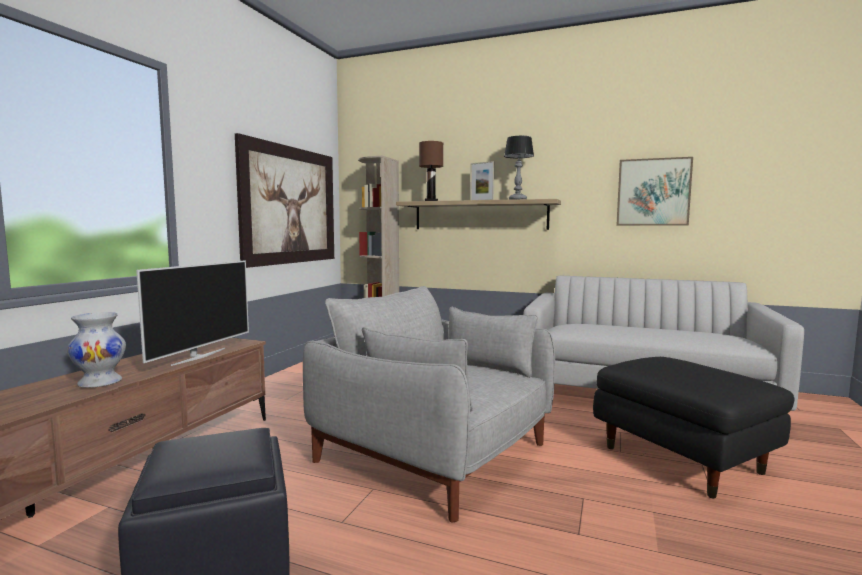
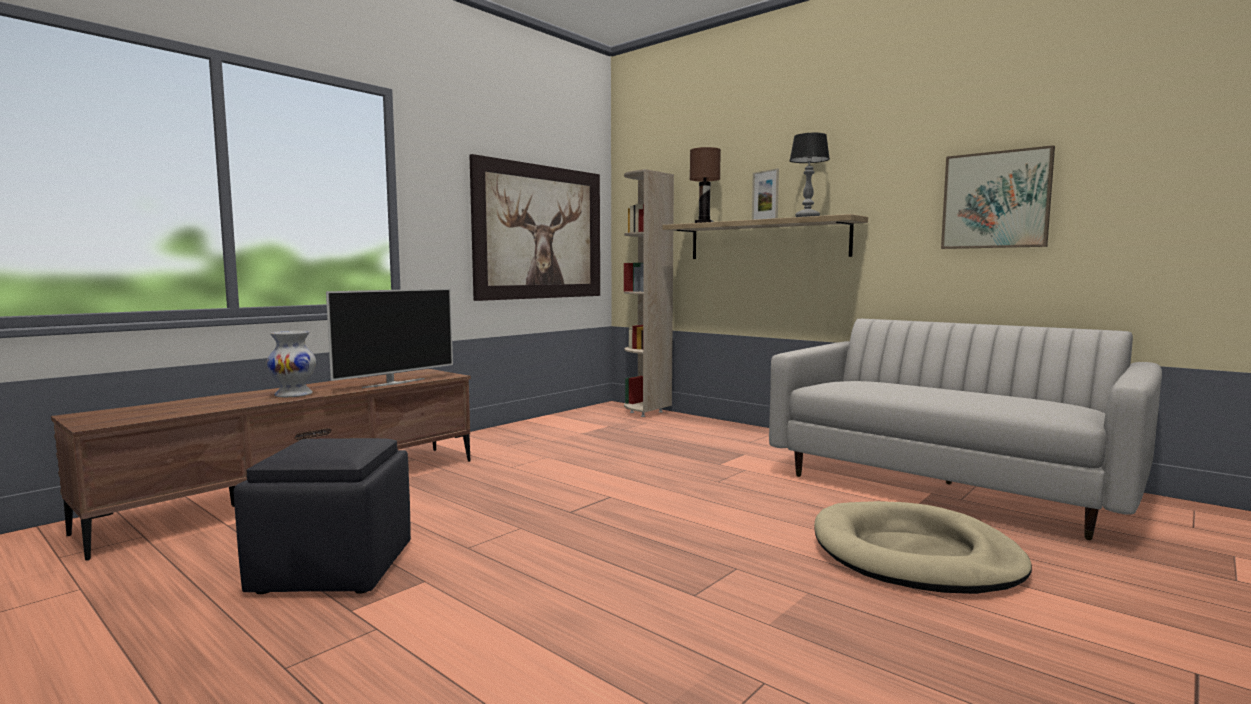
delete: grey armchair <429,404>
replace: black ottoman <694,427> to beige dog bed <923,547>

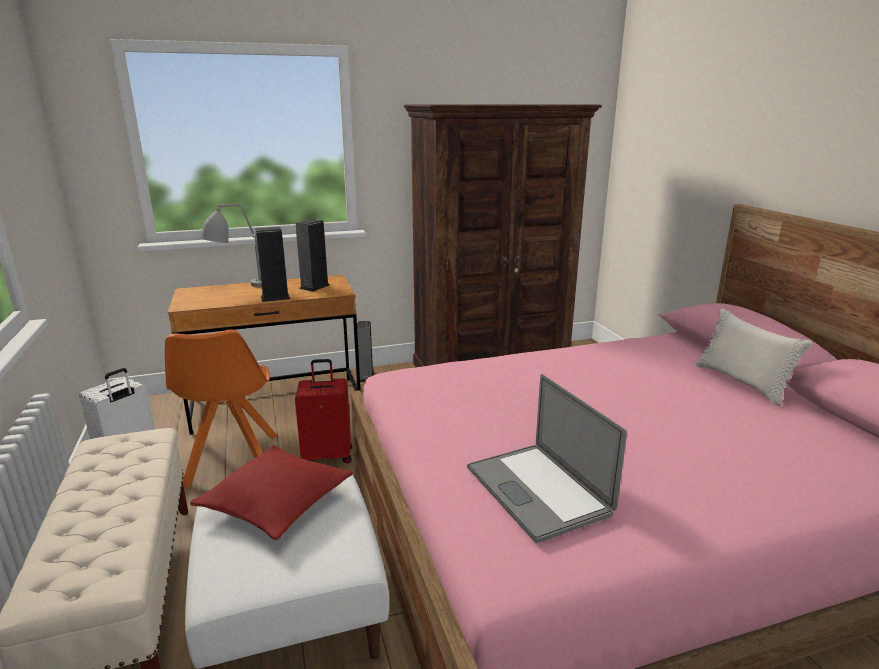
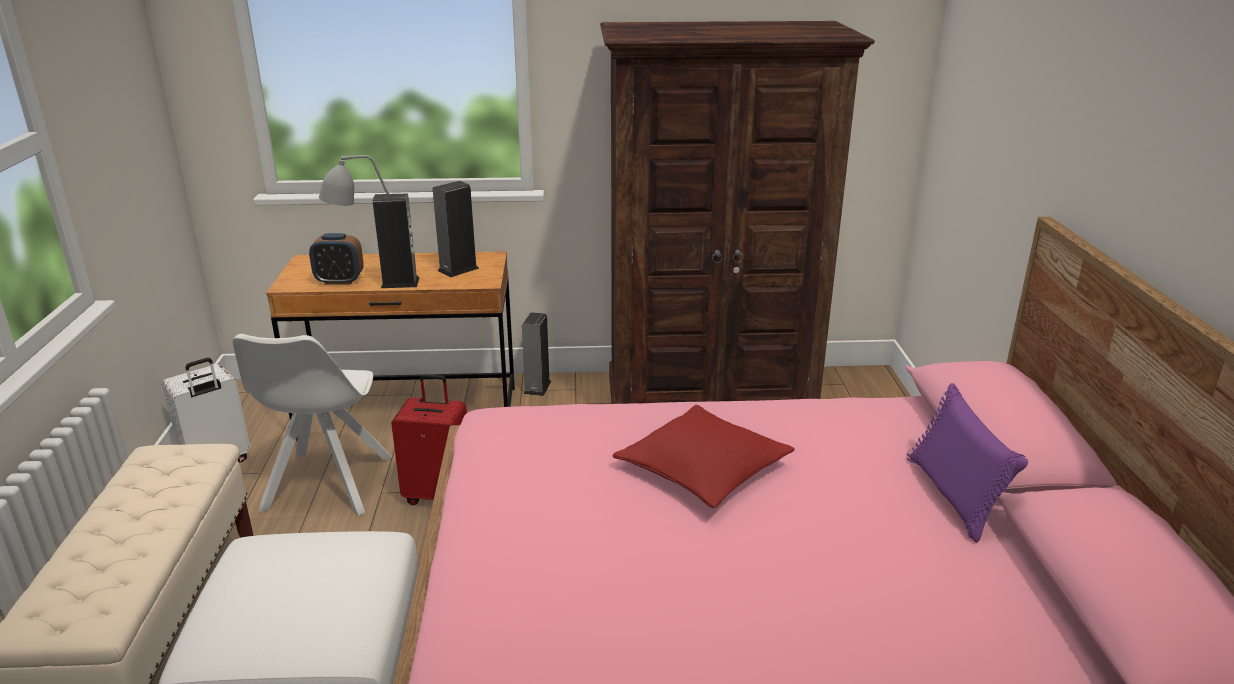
delete: laptop <547,458>
insert: alarm clock <336,259>
move: red pillow <271,492> to <704,456>
recolor: orange chair <221,409> to white chair <312,425>; white pillow <753,357> to purple pillow <967,463>

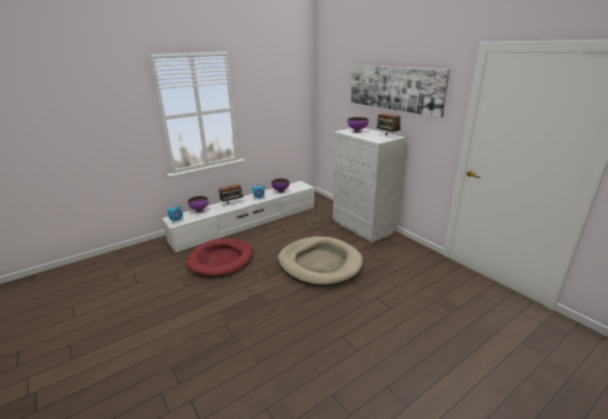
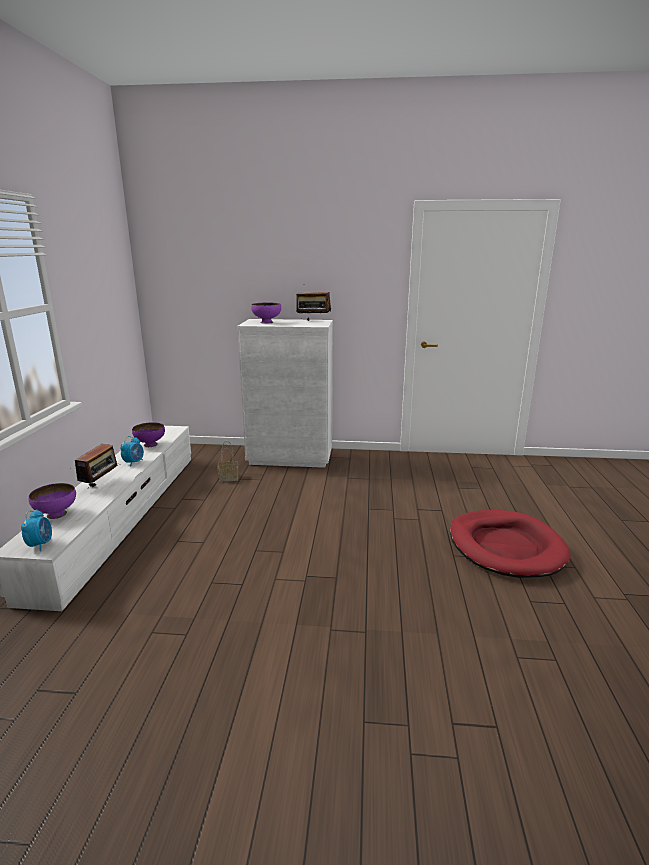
delete: beige dog bed <320,261>; picture <400,91>
move: red dog bed <220,257> to <510,544>

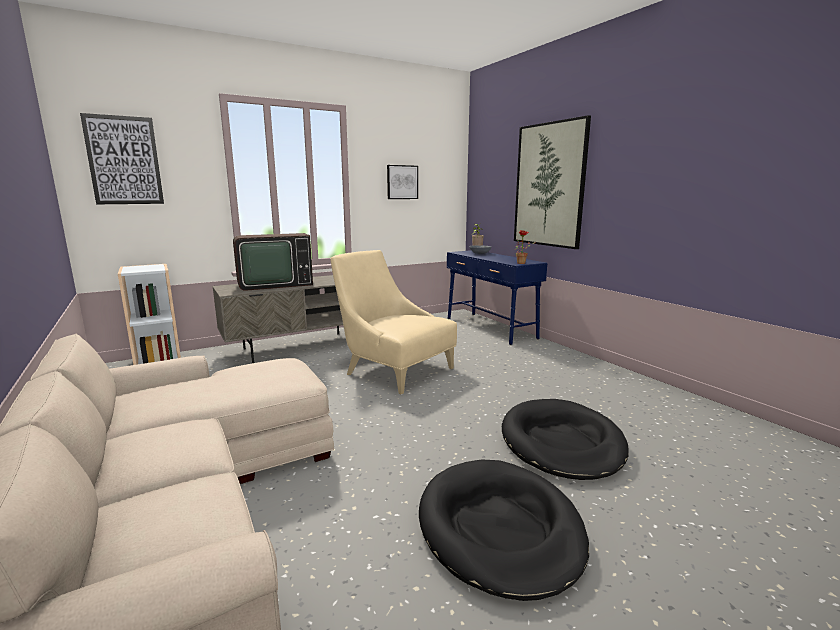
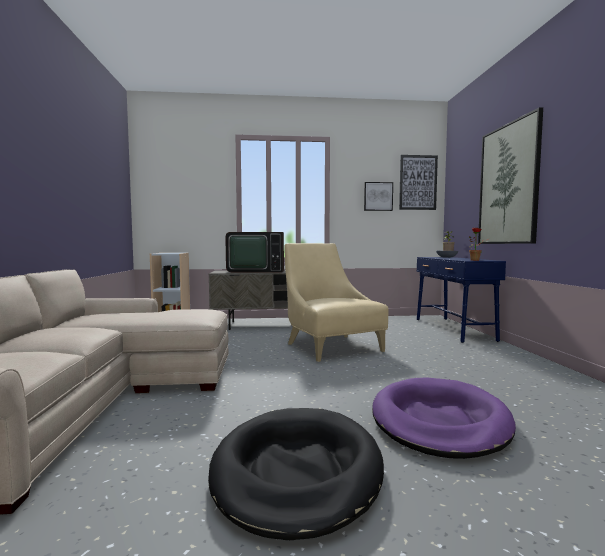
move: picture <122,158> to <418,182>
recolor: black dog bed <565,439> to purple dog bed <444,418>

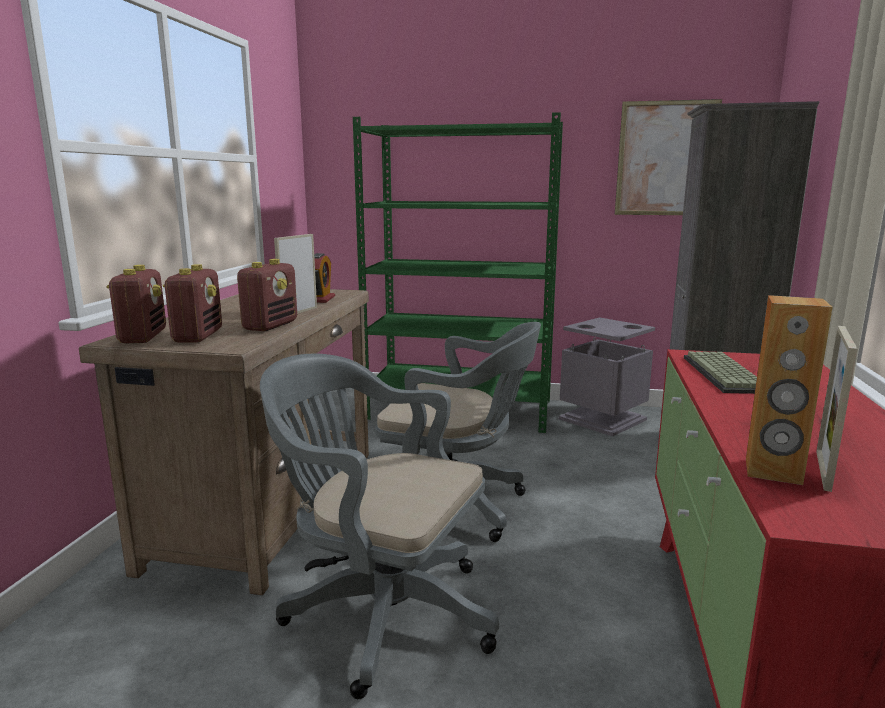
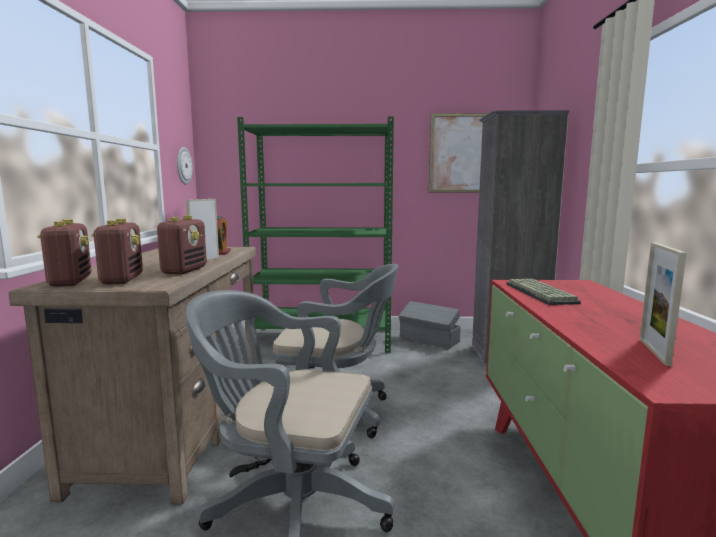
delete: brown speaker <789,390>
insert: wall clock <185,166>
replace: grey trash can <607,377> to grey storage box <430,325>

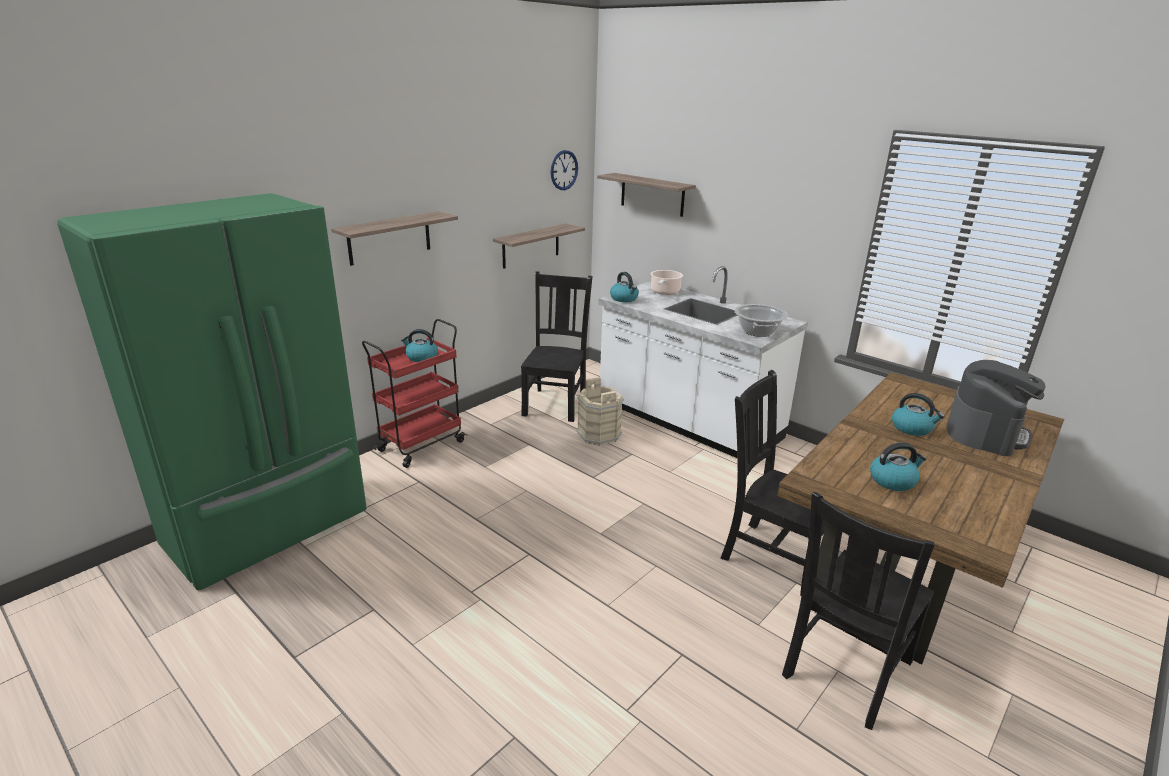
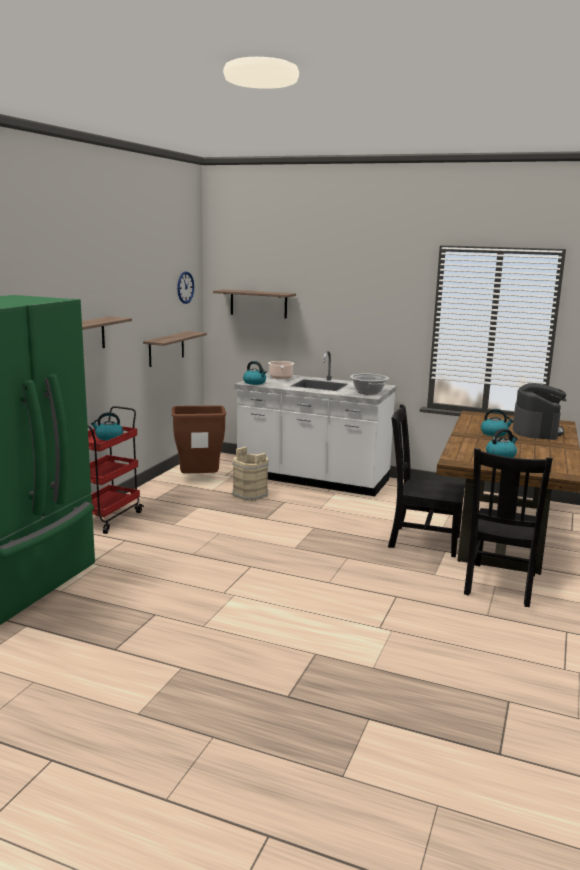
replace: black chair <557,346> to brown trash can <199,439>

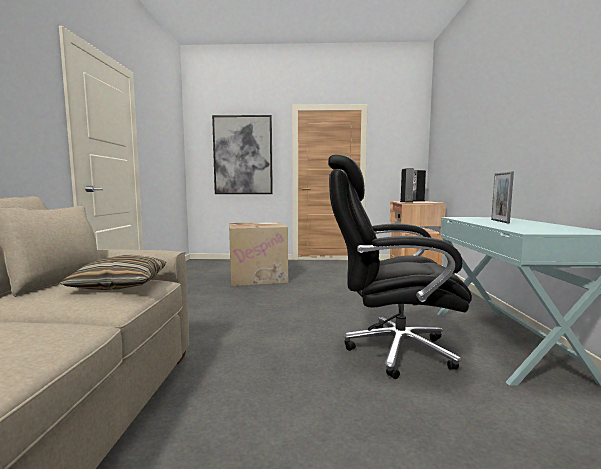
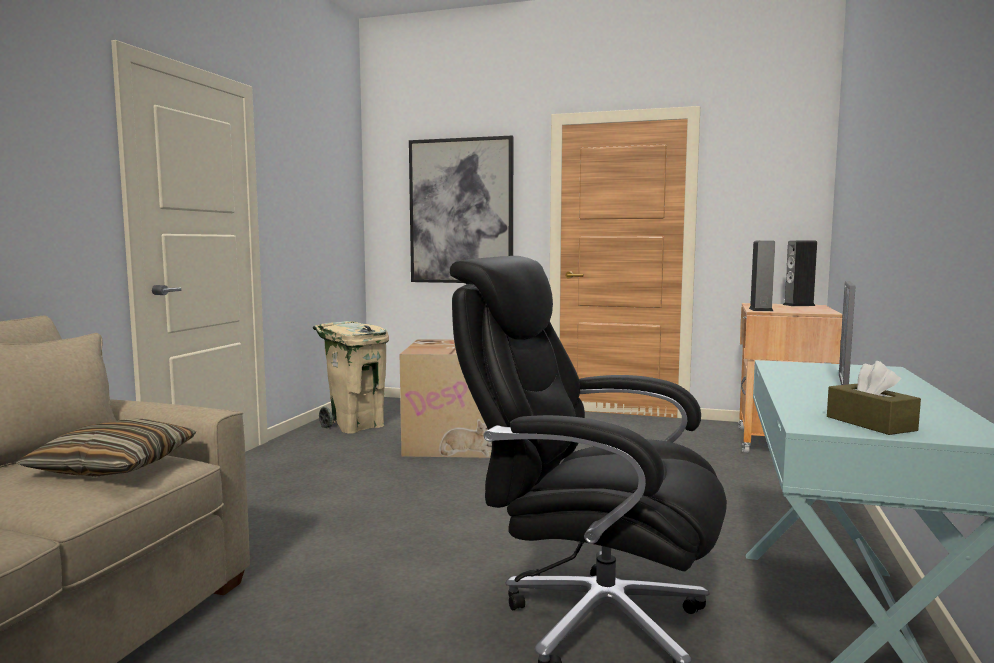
insert: beige trash can <351,377>; brown tissue box <874,398>

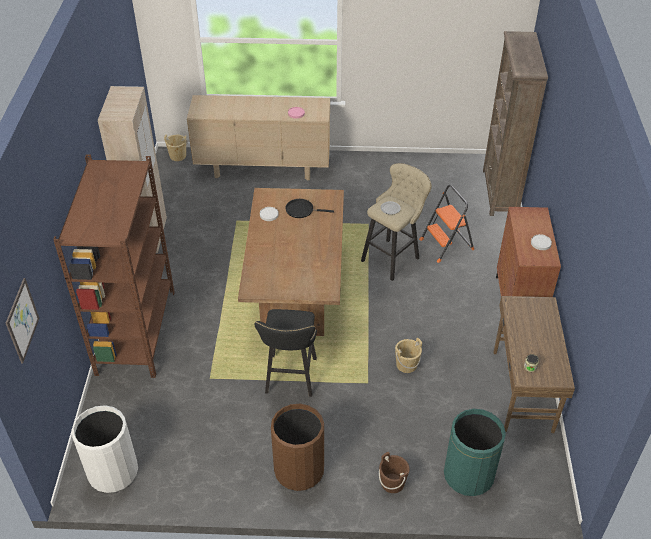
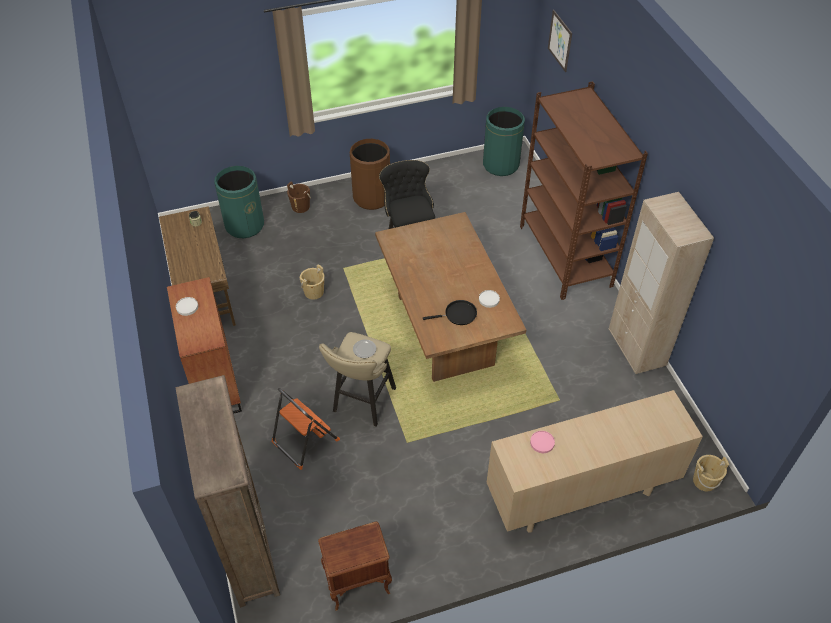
insert: brown nightstand <355,566>
recolor: white trash can <105,449> to green trash can <504,141>

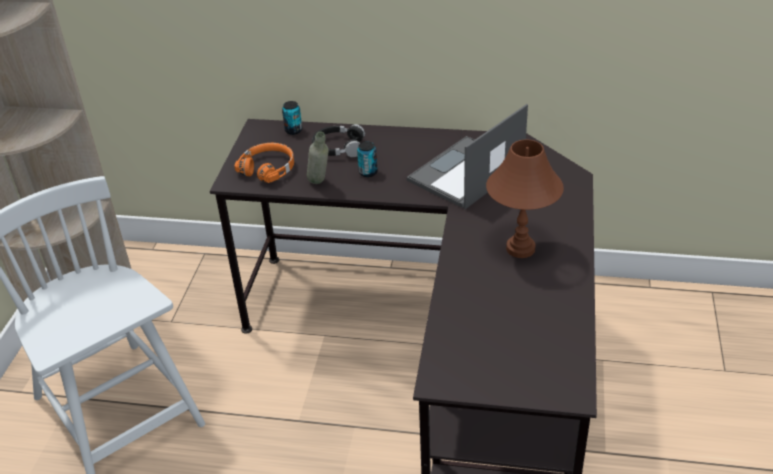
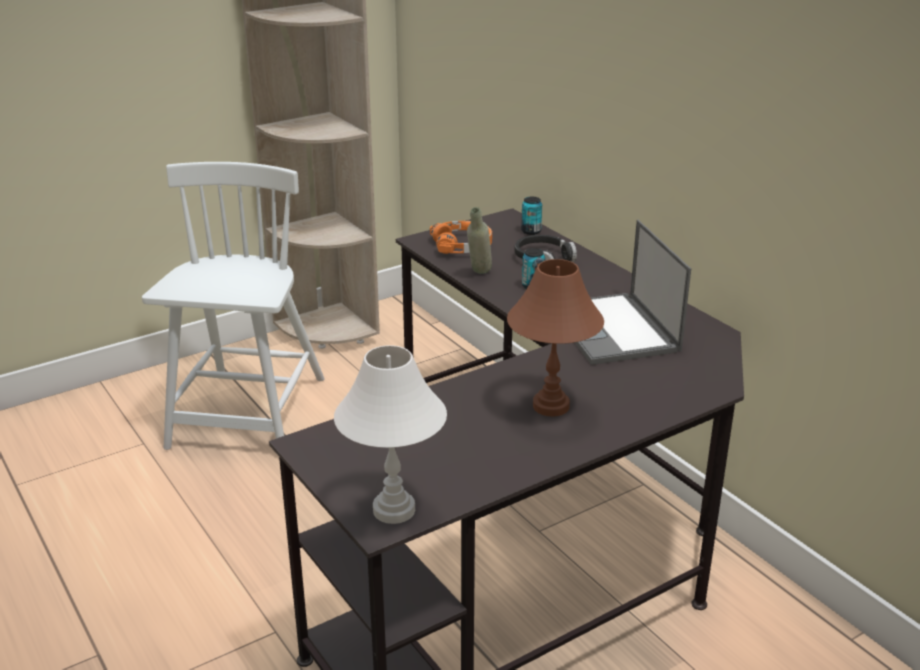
insert: white table lamp <390,434>
rotate: laptop <467,156> = <632,292> 105 degrees counterclockwise

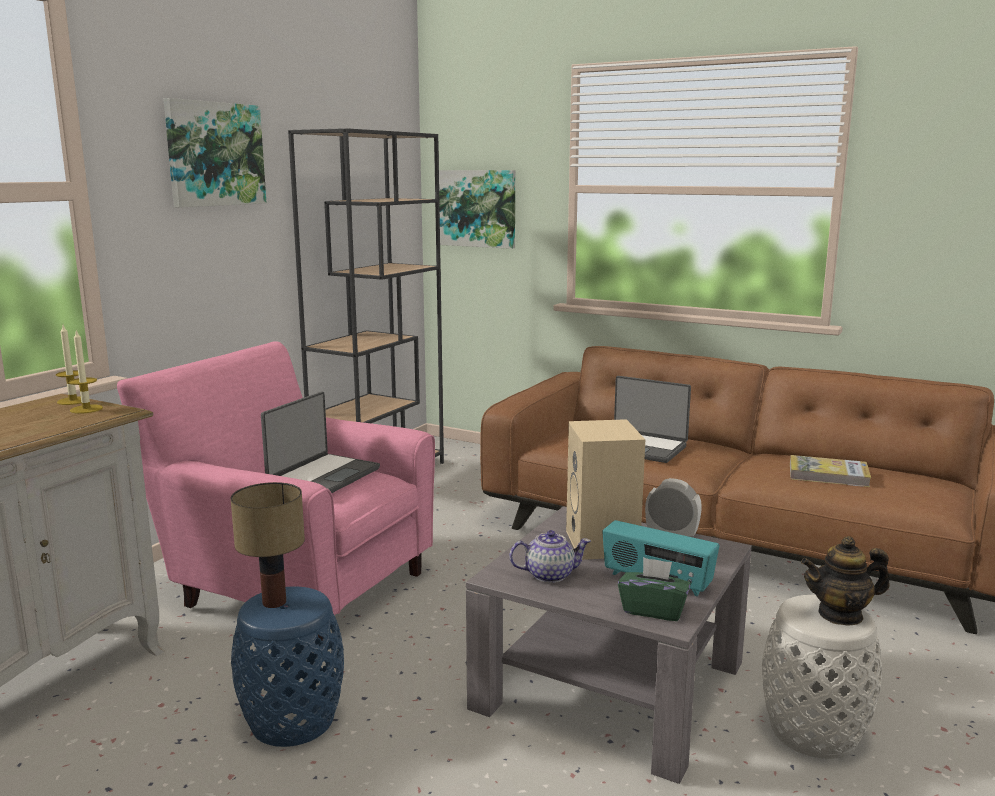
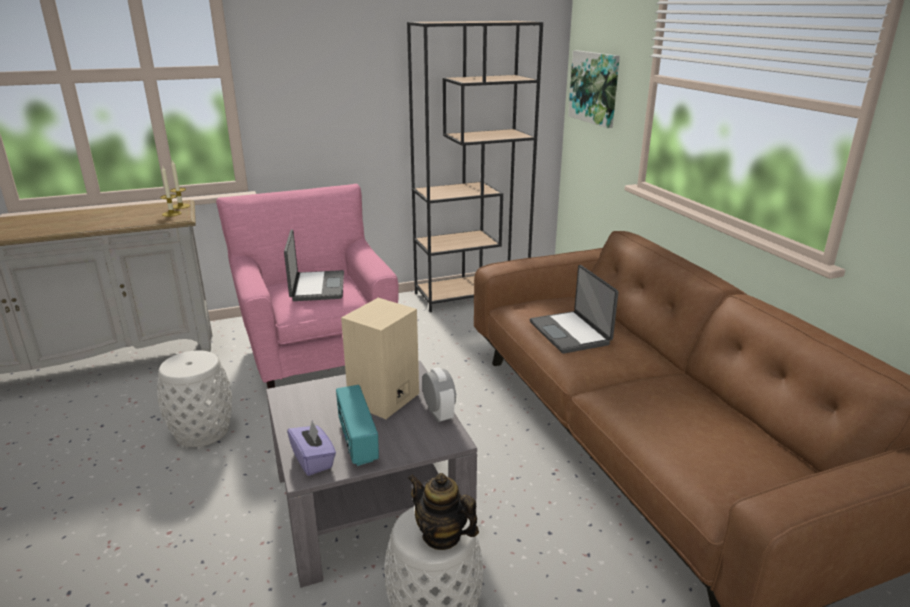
delete: picture <214,152>; table lamp <267,545>; teapot <550,556>; book <830,471>
recolor: blue stool <287,667> to white stool <194,398>; green tissue box <654,589> to purple tissue box <311,448>
rotate: laptop <320,442> = <314,265> 75 degrees counterclockwise

